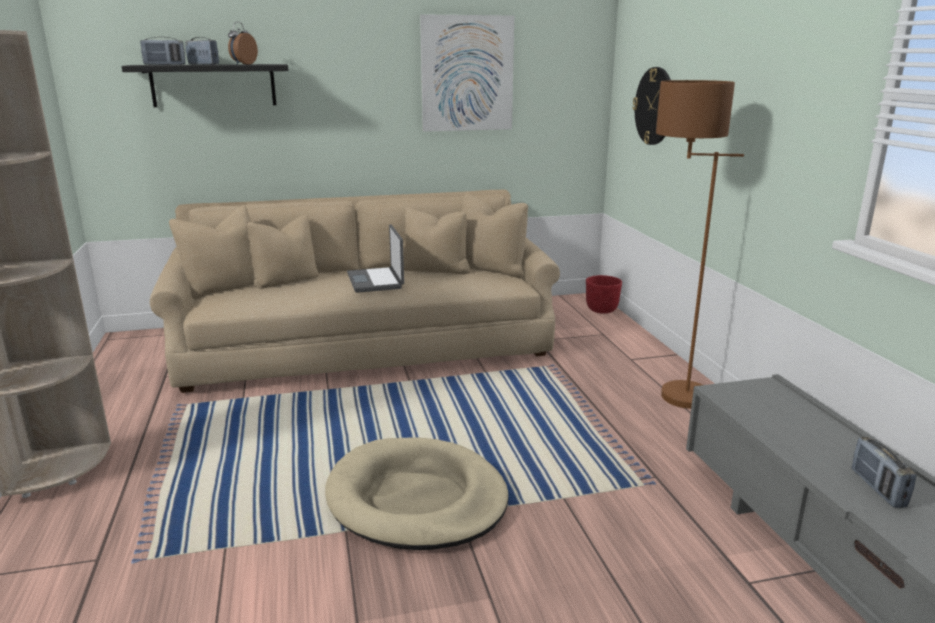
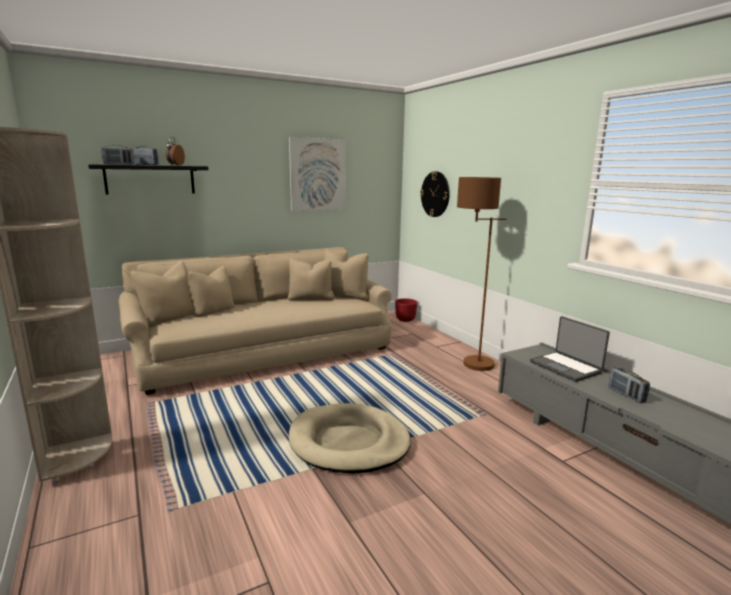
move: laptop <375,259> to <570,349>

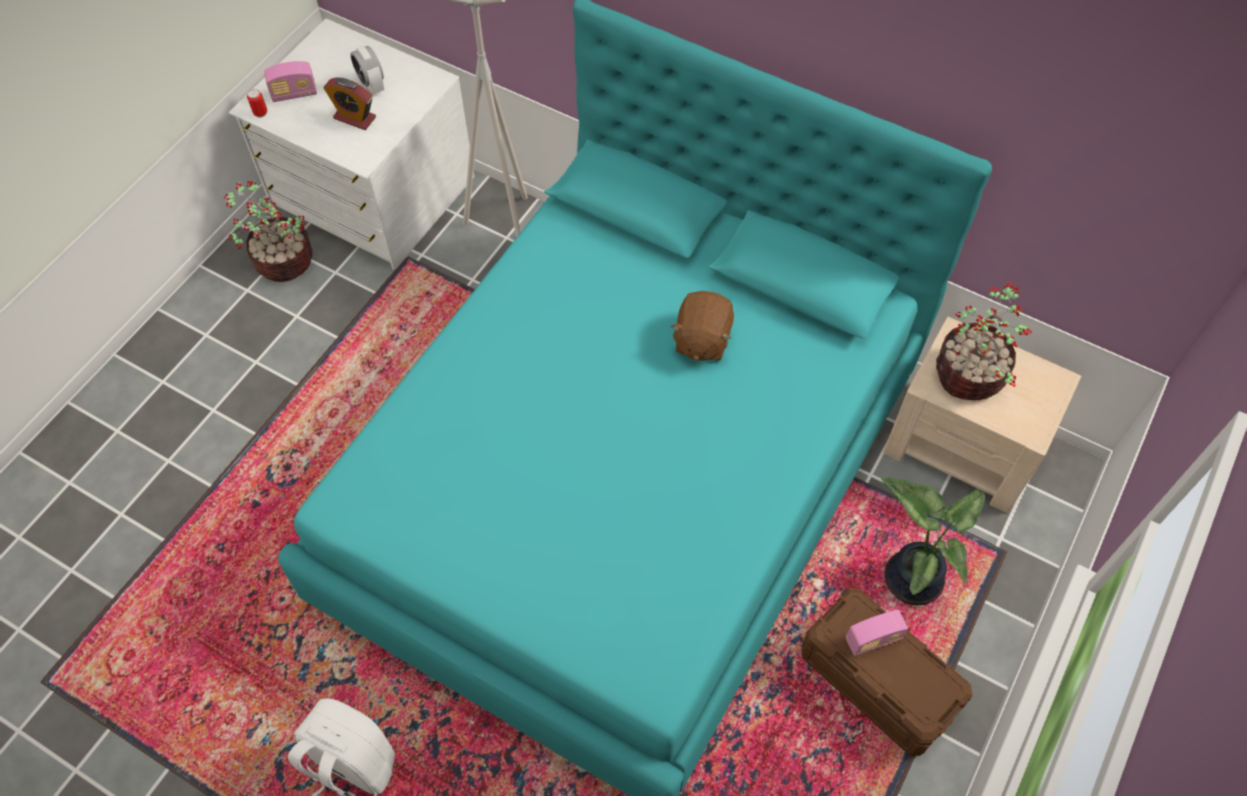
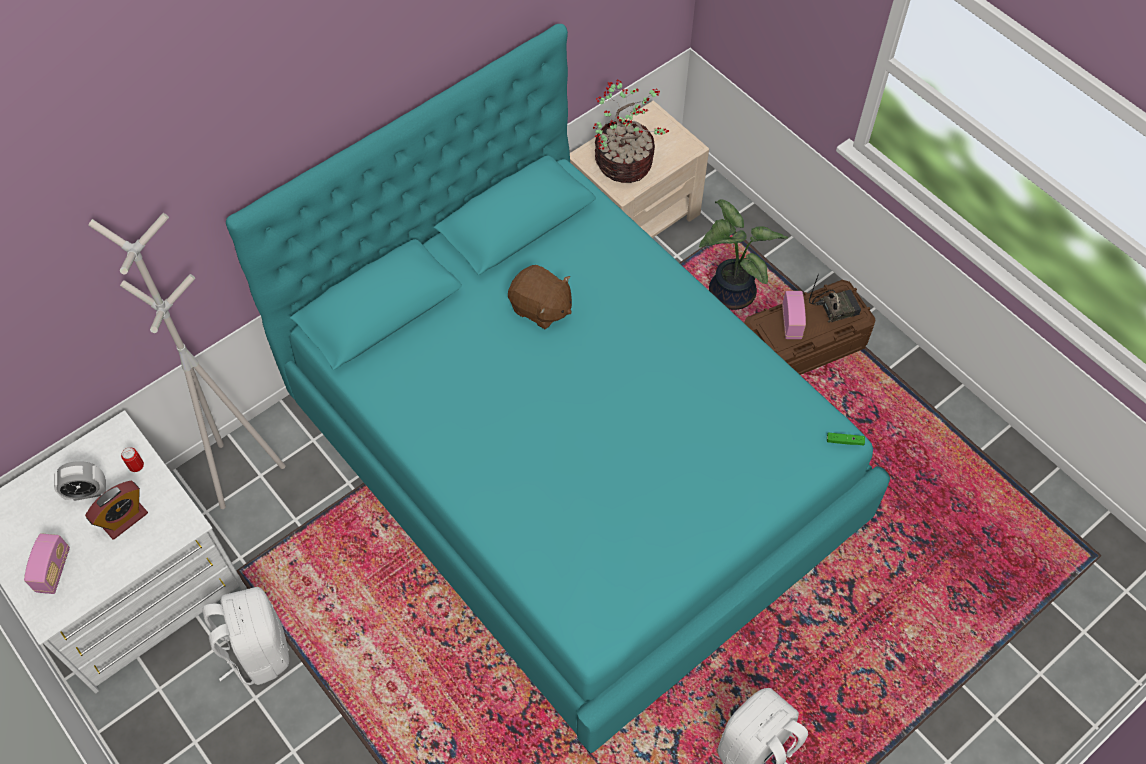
delete: potted plant <268,231>
insert: white backpack <245,636>; radio <835,298>; green game controller <846,439>
move: can <257,103> to <132,459>

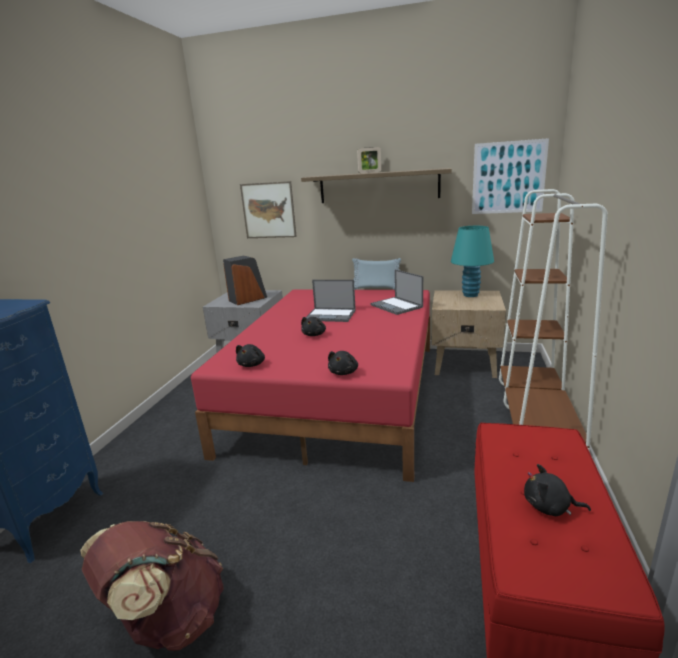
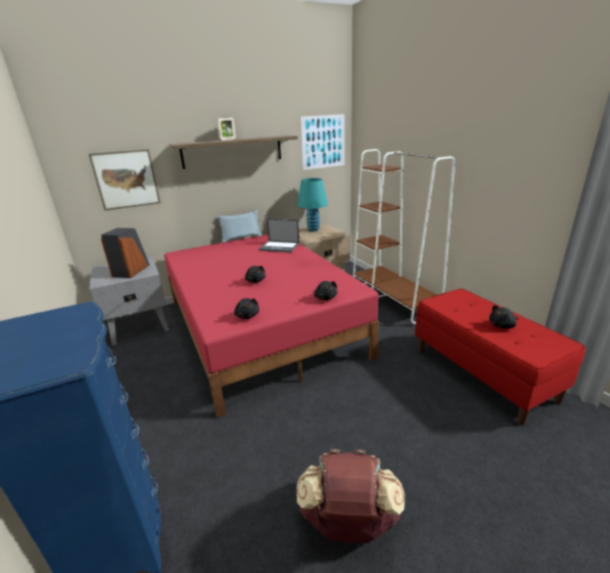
delete: laptop <330,301>

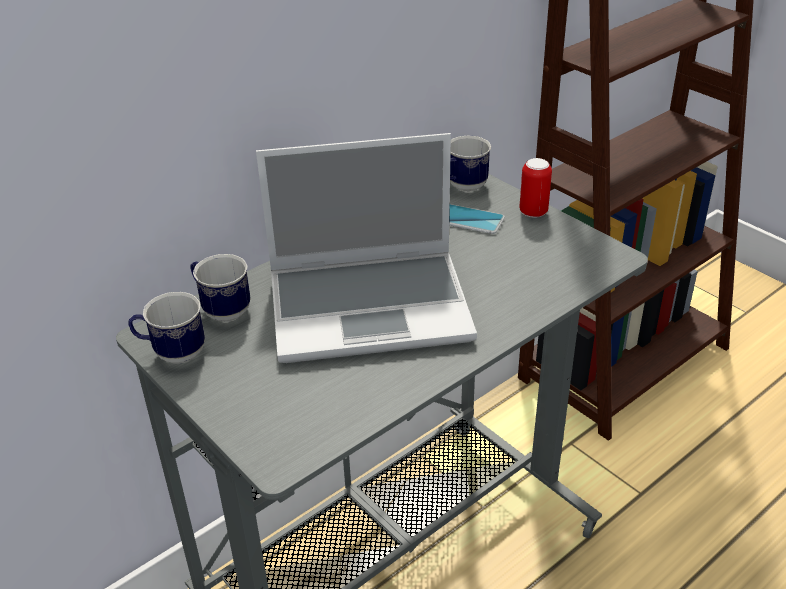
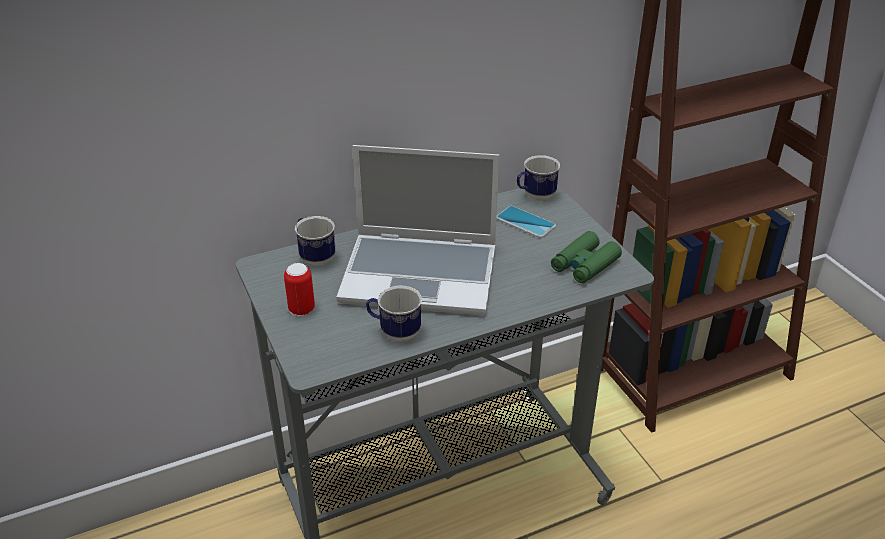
insert: green binoculars <586,257>
move: mug <166,327> to <394,313>; can <535,188> to <299,289>

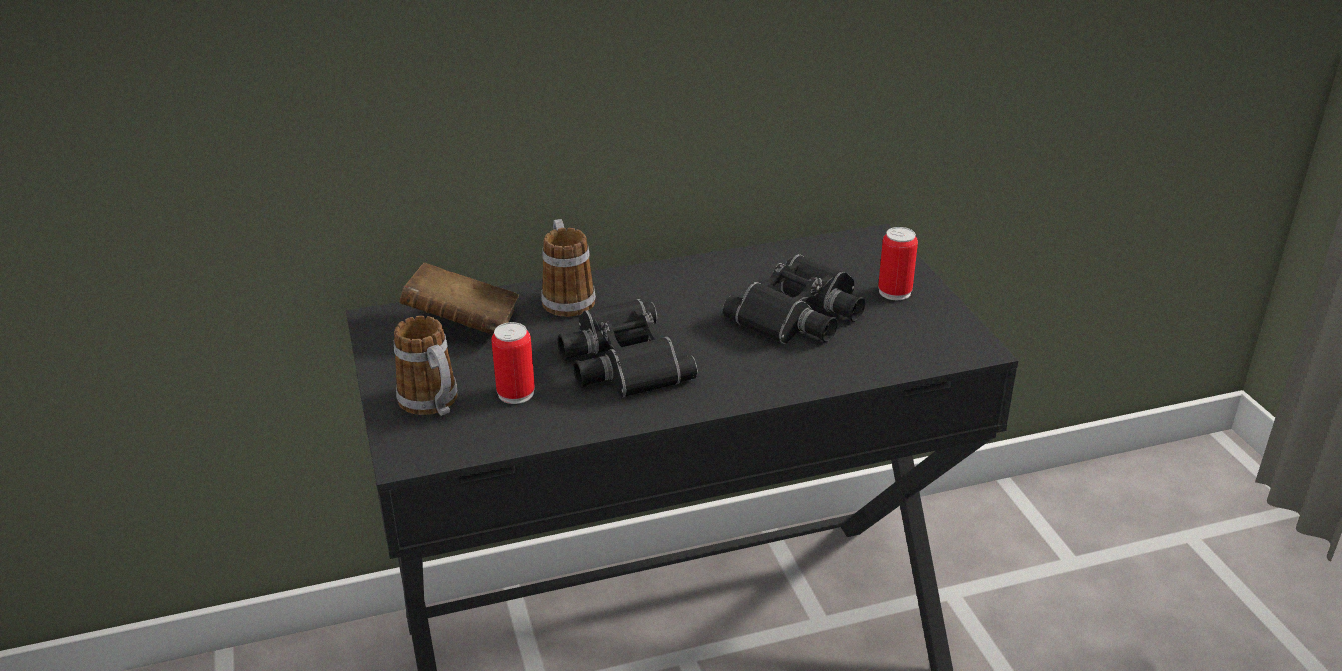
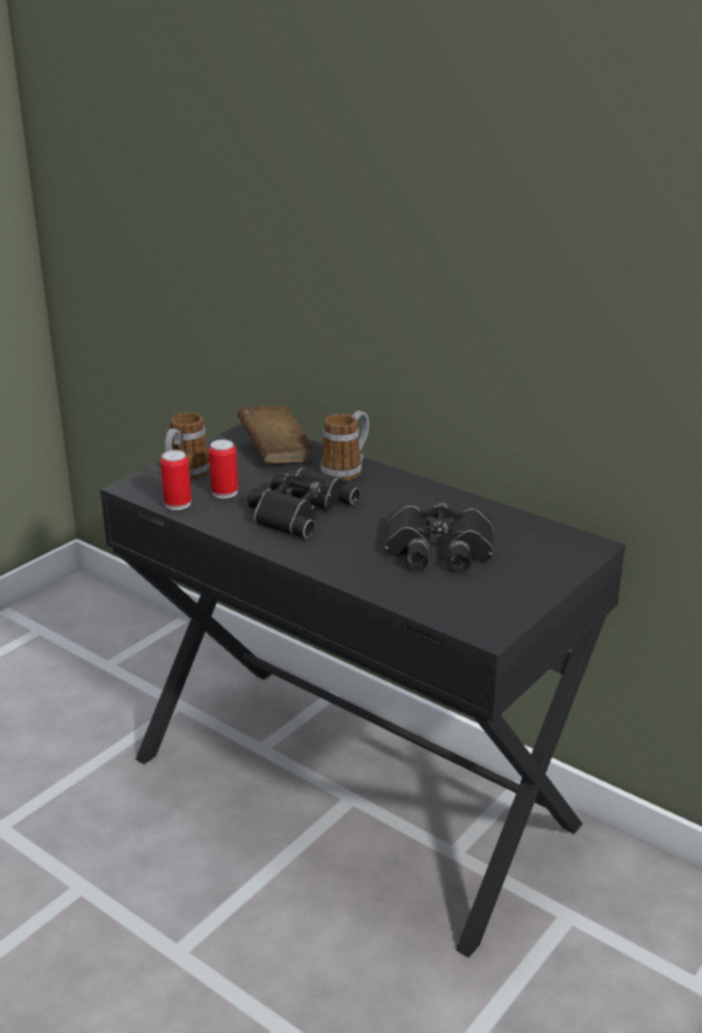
move: can <898,263> to <175,480>

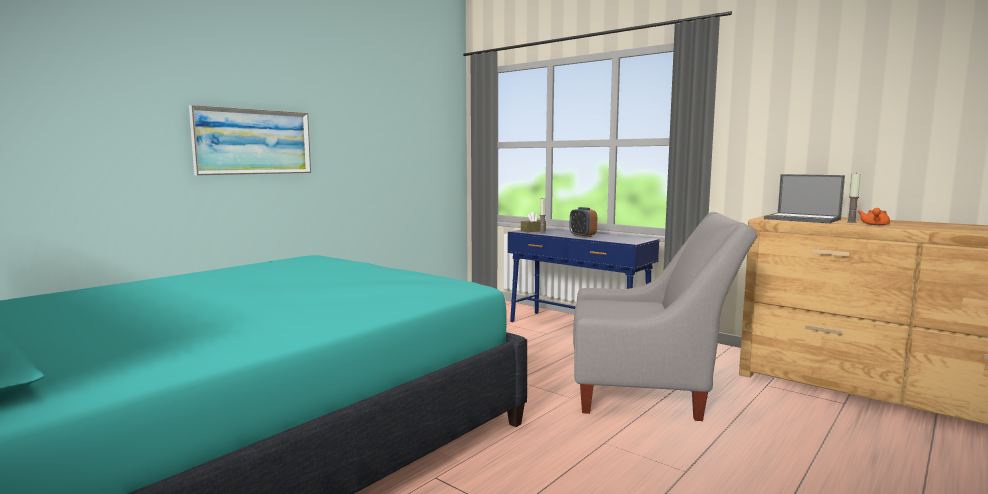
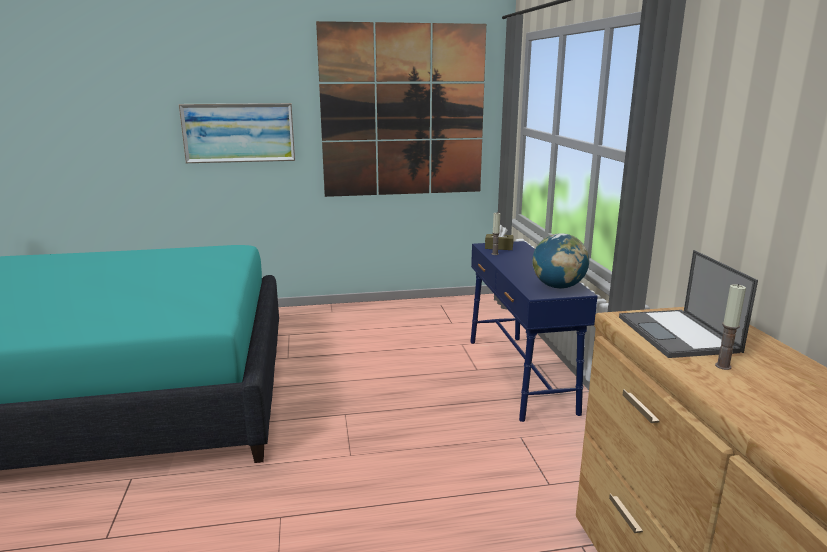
delete: alarm clock <583,222>; grey armchair <665,316>; orange teapot <874,216>
insert: picture <401,109>; globe <560,261>

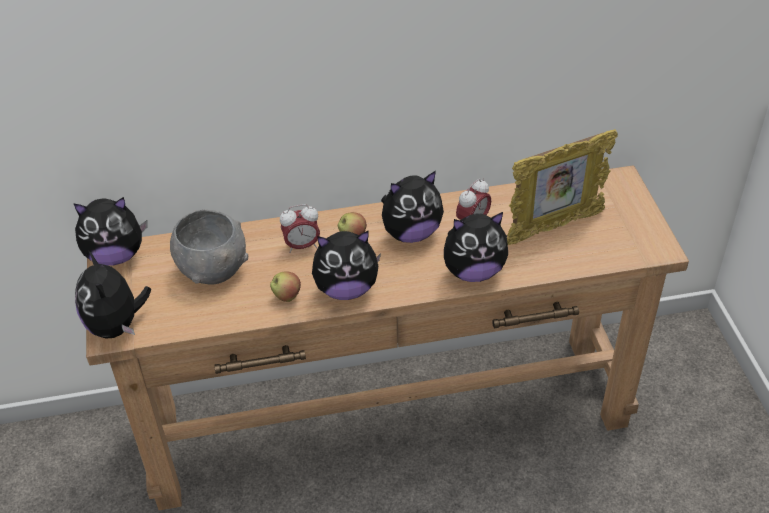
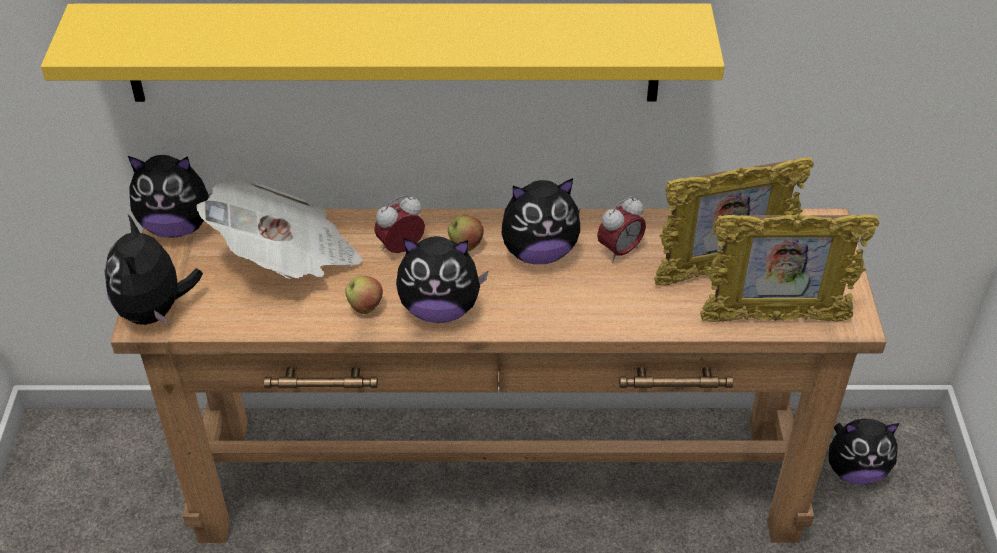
insert: yellow shelf <382,52>; picture frame <789,267>
move: plush toy <476,247> to <864,452>
replace: grey bowl <209,247> to newspaper <279,229>
rotate: alarm clock <300,228> = <399,224> 150 degrees clockwise

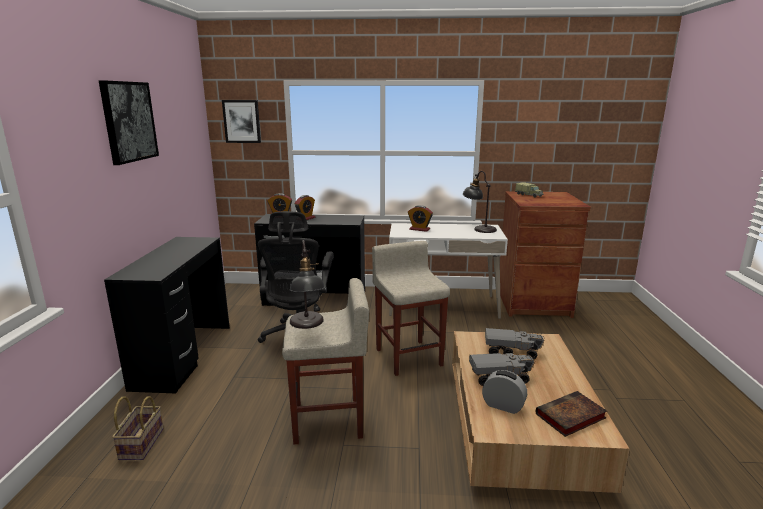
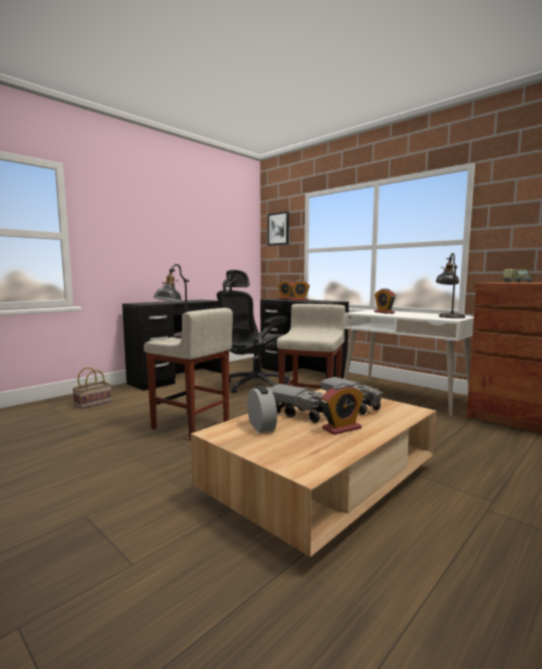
delete: picture <128,122>; book <571,414>
insert: alarm clock <342,409>

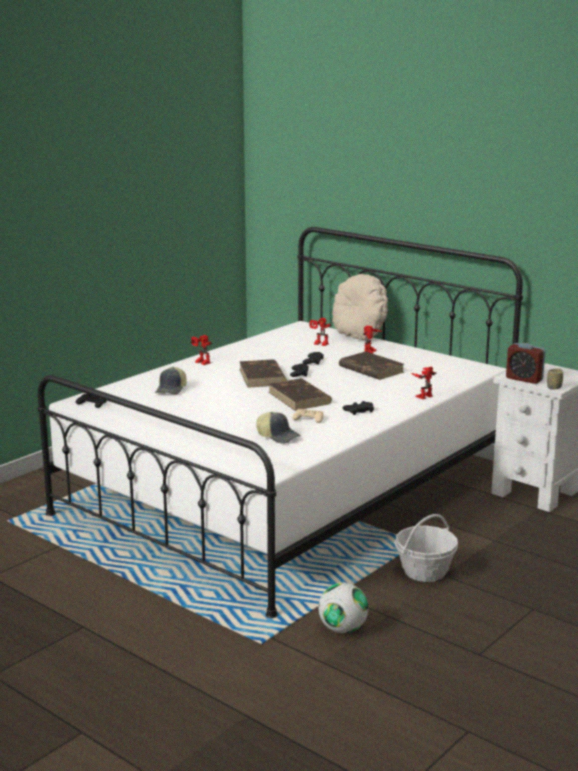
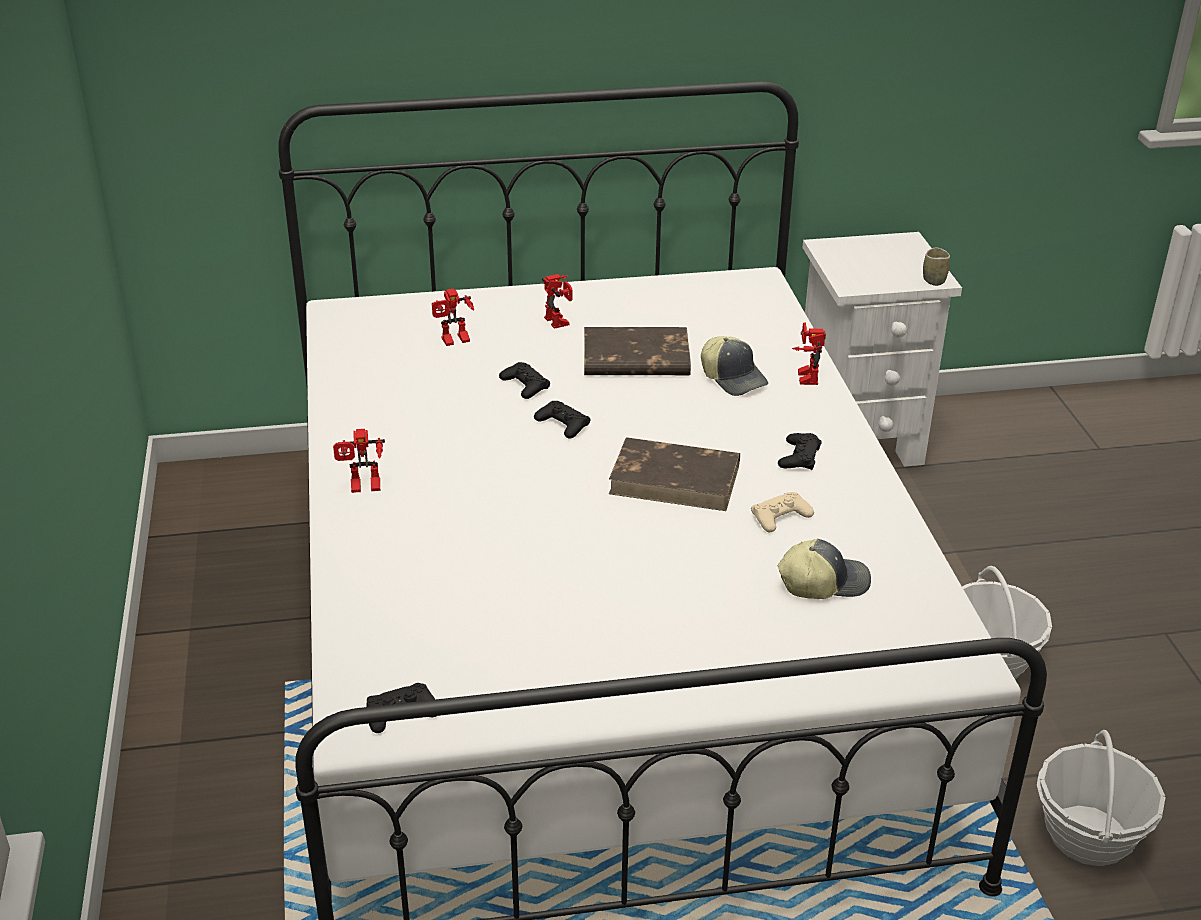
delete: brown book <263,373>; beige pillow <360,307>; alarm clock <526,363>
move: cap <171,380> to <734,366>
replace: football <343,608> to basket <1101,798>

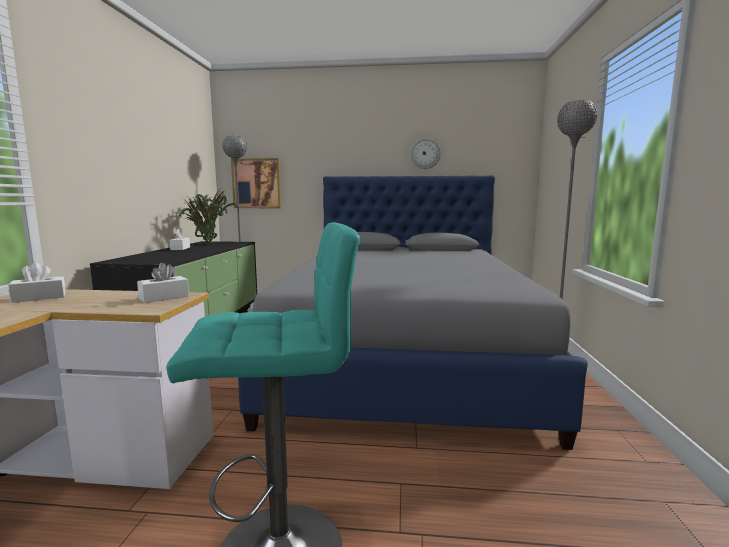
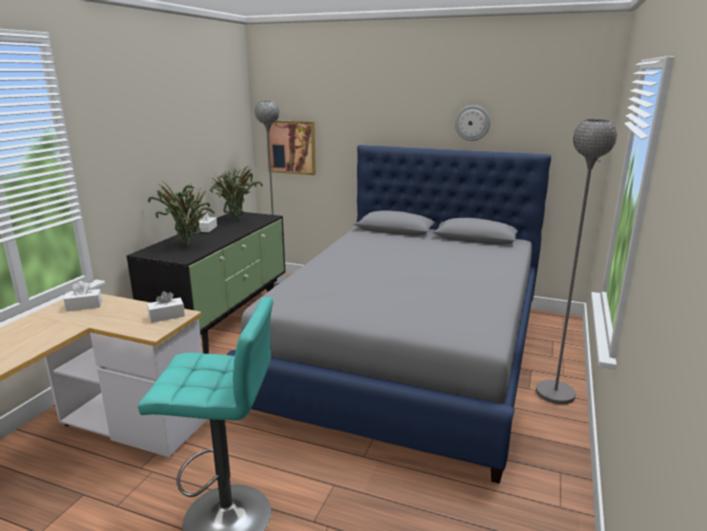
insert: potted plant <181,213>

